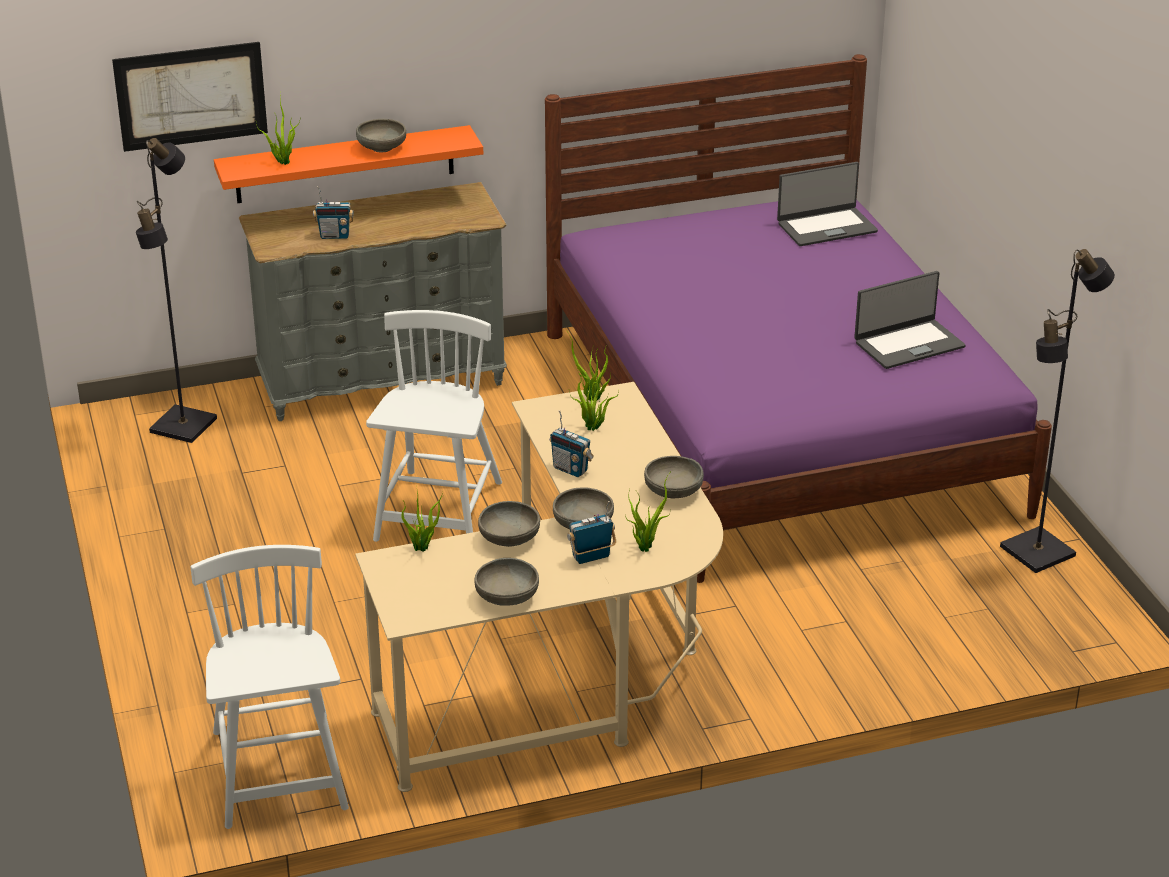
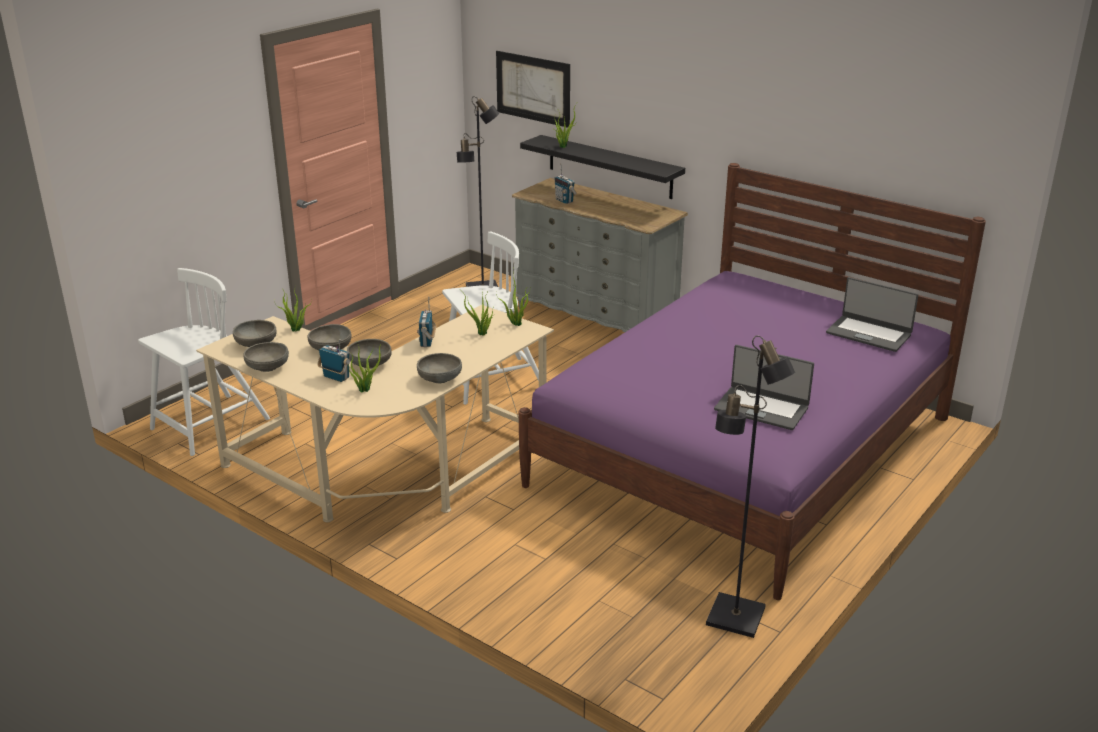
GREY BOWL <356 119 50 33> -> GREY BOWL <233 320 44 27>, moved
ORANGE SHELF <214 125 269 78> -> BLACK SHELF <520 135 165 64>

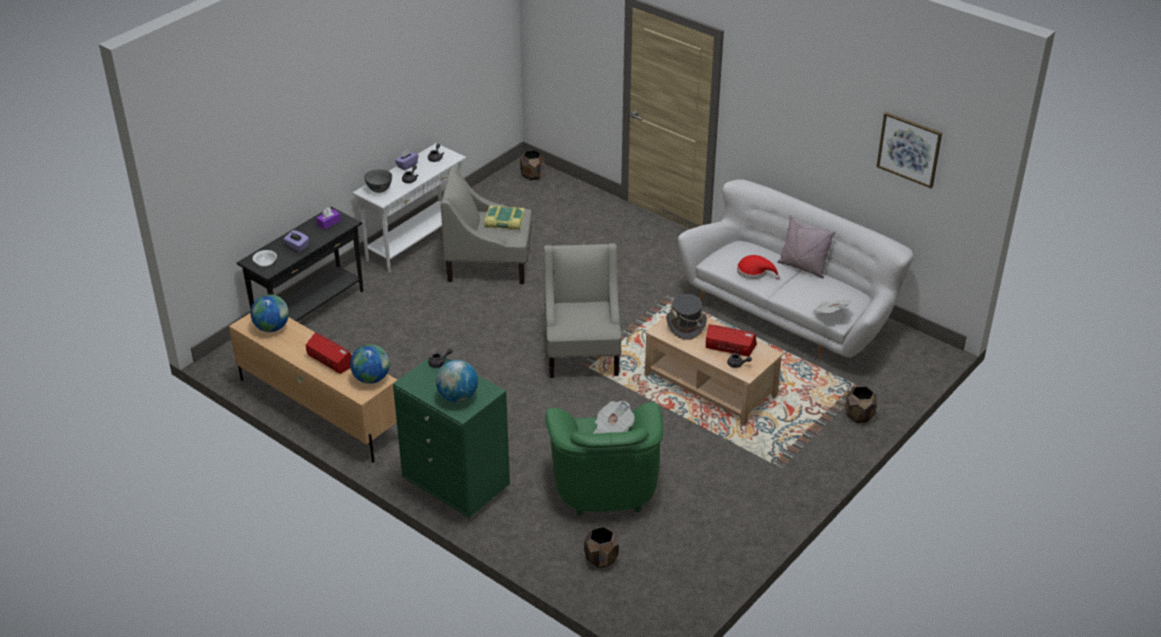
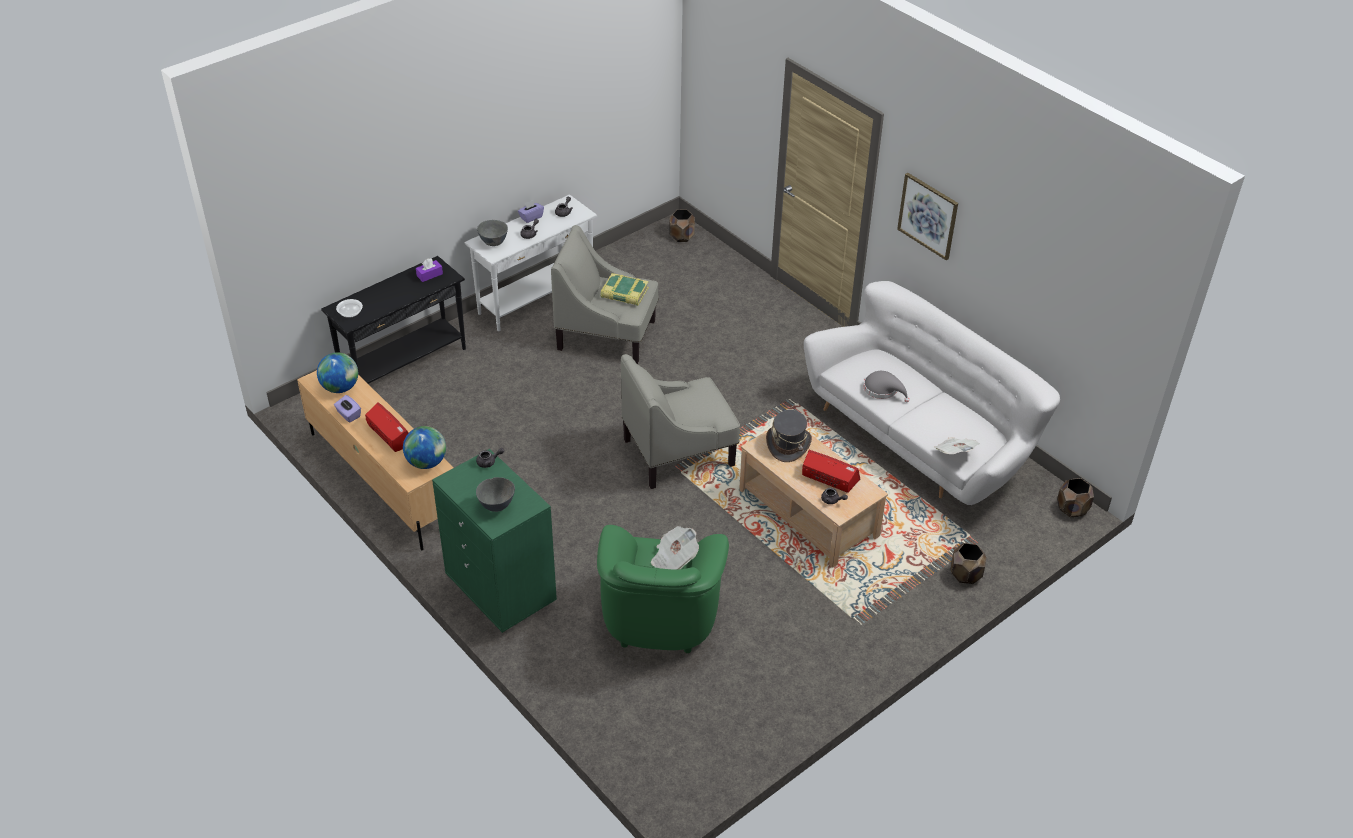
PURPLE PILLOW <777 215 58 64> -> none
PURPLE TISSUE BOX <284 230 25 22> -> PURPLE TISSUE BOX <334 395 27 27>, moved
BROWN PLANTER <584 527 35 41> -> BROWN PLANTER <1057 478 37 39>, moved
PICTURE <876 112 66 76> -> PICTURE <897 173 61 87>, moved
GLOBE <436 360 42 42> -> GREY BOWL <476 477 39 35>
RED HAT <737 255 43 24> -> GREY HAT <864 371 45 31>
GREY ARMCHAIR <544 243 77 135> -> GREY ARMCHAIR <621 354 119 135>, 120 degrees counterclockwise

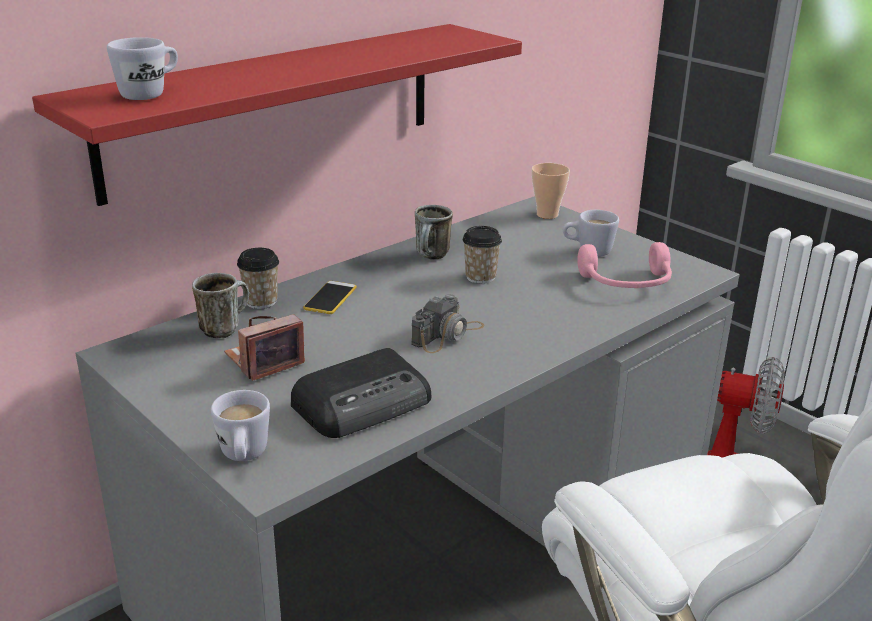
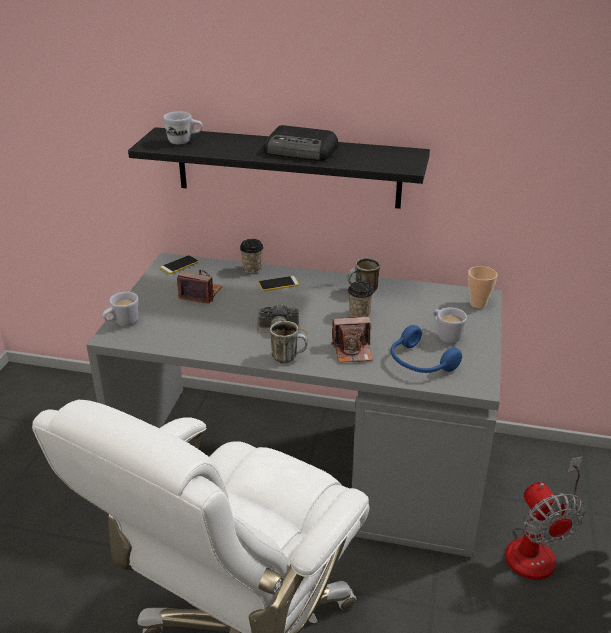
none -> PHONE <160 255 39 19>
none -> PHOTO CAMERA <331 315 42 48>
MUG <192 273 57 65> -> MUG <270 321 38 42>, moved
RADIO <291 348 140 90> -> RADIO <263 125 75 36>, moved
RED SHELF <32 24 490 182> -> BLACK SHELF <128 127 302 82>
PINK HEADPHONES <577 242 95 46> -> BLUE HEADPHONES <390 325 72 48>

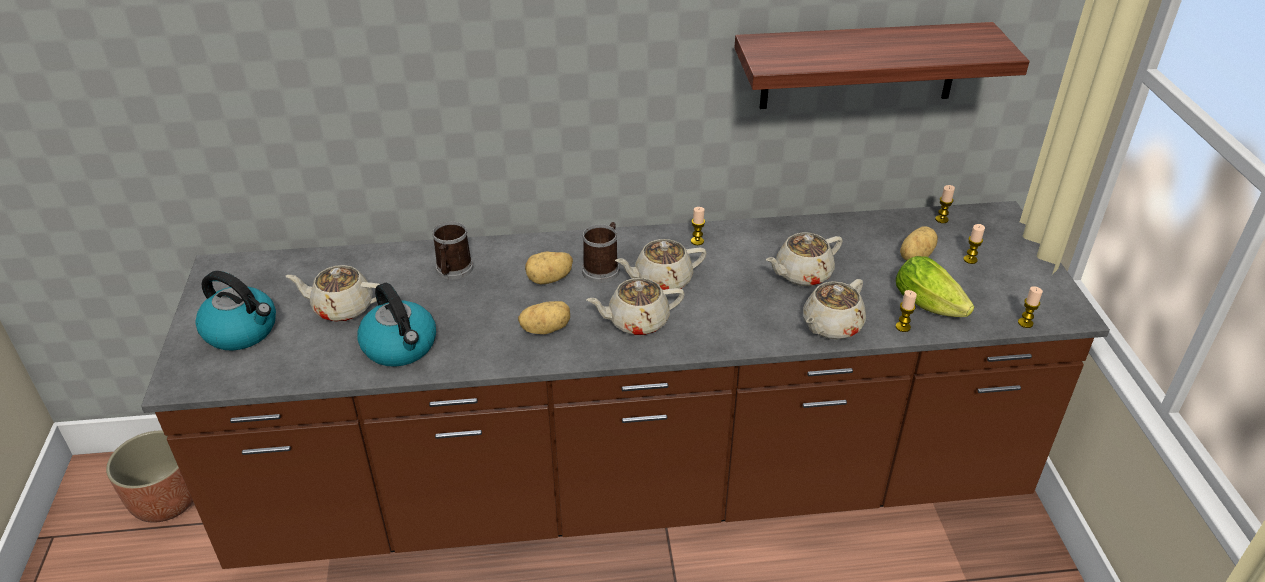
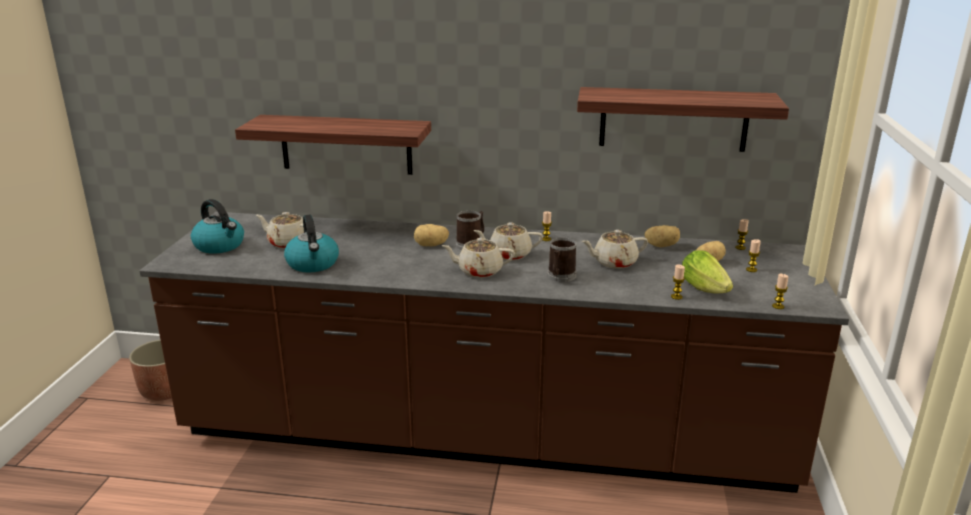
BEIGE TEAPOT <803 279 63 61> -> none
none -> SHELF <235 115 196 60>
MUG <432 221 41 59> -> MUG <547 238 30 44>, moved
POTATO <518 301 52 33> -> POTATO <645 225 35 22>, moved

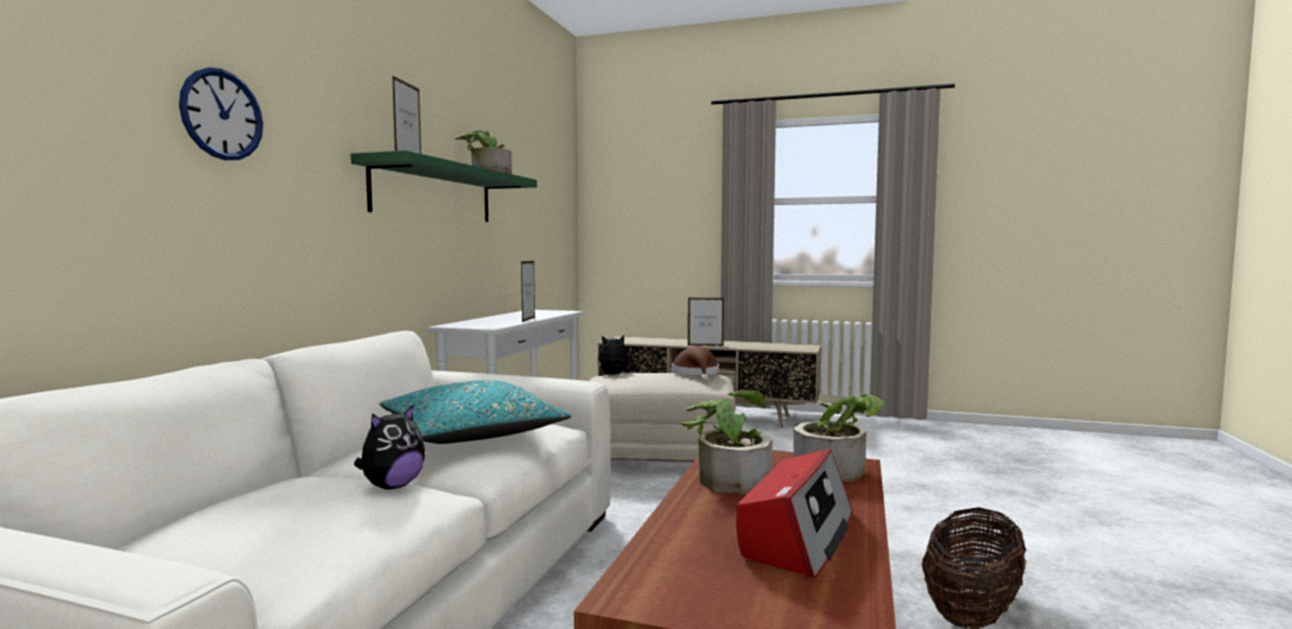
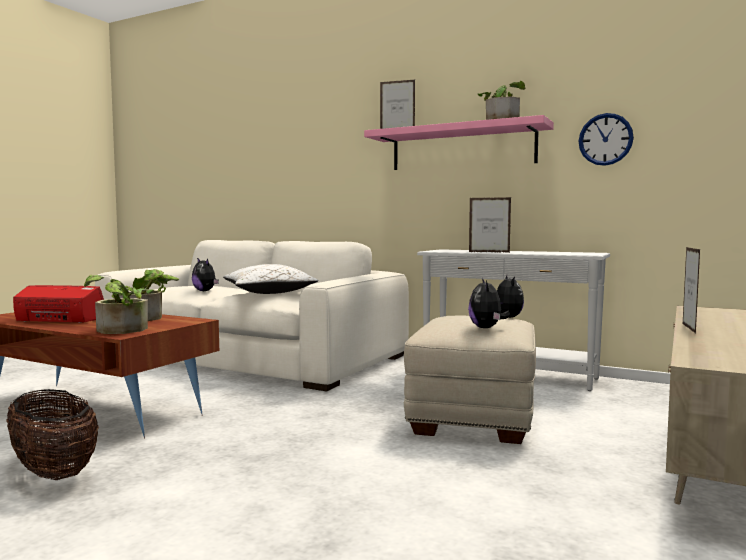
WALL CLOCK <179 67 84 93> -> WALL CLOCK <579 113 55 53>, moved
BROWN HAT <672 346 47 36> -> PLUSH TOY <468 278 42 50>
GREEN SHELF <351 150 186 72> -> PINK SHELF <364 115 190 55>
TURQUOISE PILLOW <379 380 192 64> -> WHITE PILLOW <223 264 95 30>
RADIO <736 449 117 130> -> RADIO <13 285 91 38>, 150 degrees clockwise

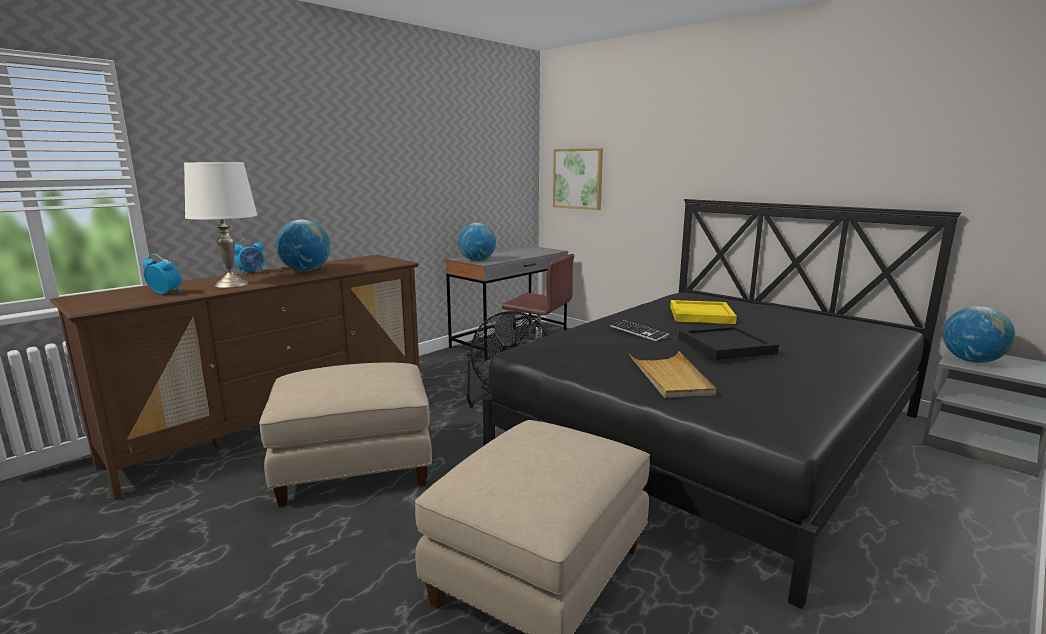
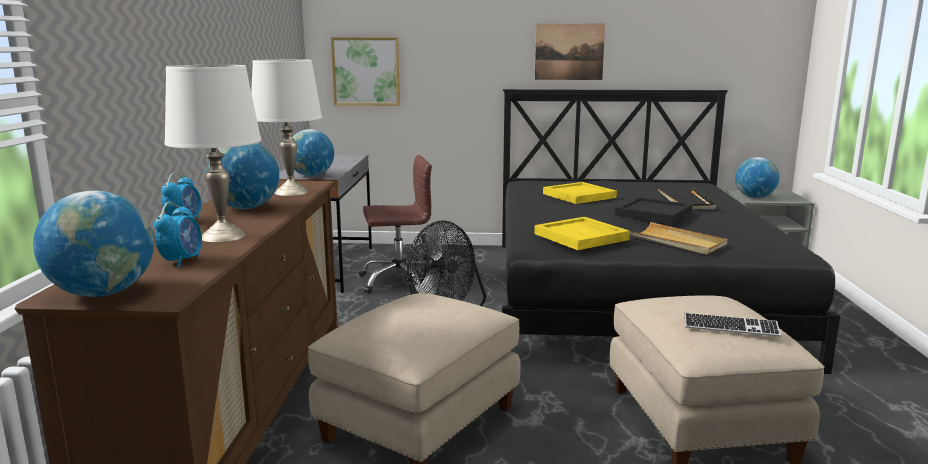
none -> GLOBE <33 191 121 106>
none -> WHITE TABLE LAMP <251 59 71 137>
none -> YELLOW TRAY <534 217 96 33>
none -> PICTURE <535 24 70 56>
none -> BLACK TRAY <658 188 58 22>
KEYBOARD <610 320 59 21> -> KEYBOARD <684 313 97 24>, moved
ALARM CLOCK <142 254 39 40> -> ALARM CLOCK <154 202 48 66>, 120 degrees clockwise

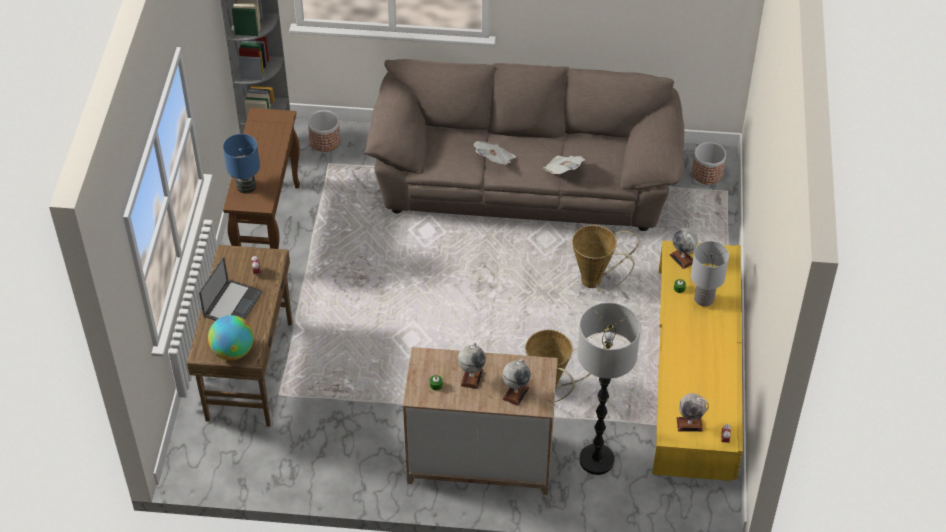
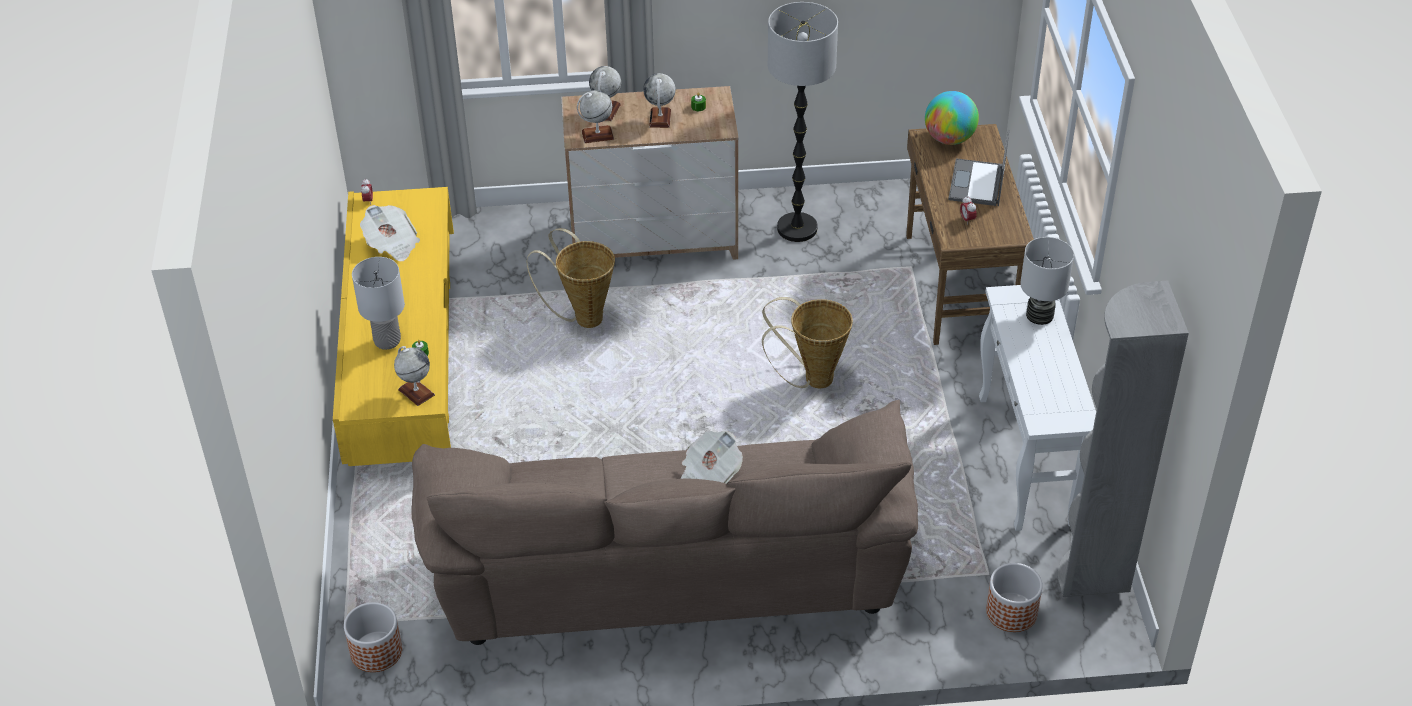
NEWSPAPER <543 156 42 18> -> NEWSPAPER <360 205 60 56>, moved
BASKET <572 225 67 67> -> BASKET <762 297 91 91>, moved
FLOOR LAMP <577 303 64 172> -> FLOOR LAMP <768 2 70 240>, moved
GLOBE <677 393 32 39> -> GLOBE <577 90 37 53>, moved
BROWN CONSOLE TABLE <223 108 77 141> -> WHITE CONSOLE TABLE <979 285 117 246>
BLUE TABLE LAMP <223 134 37 59> -> GREY TABLE LAMP <1020 237 54 88>

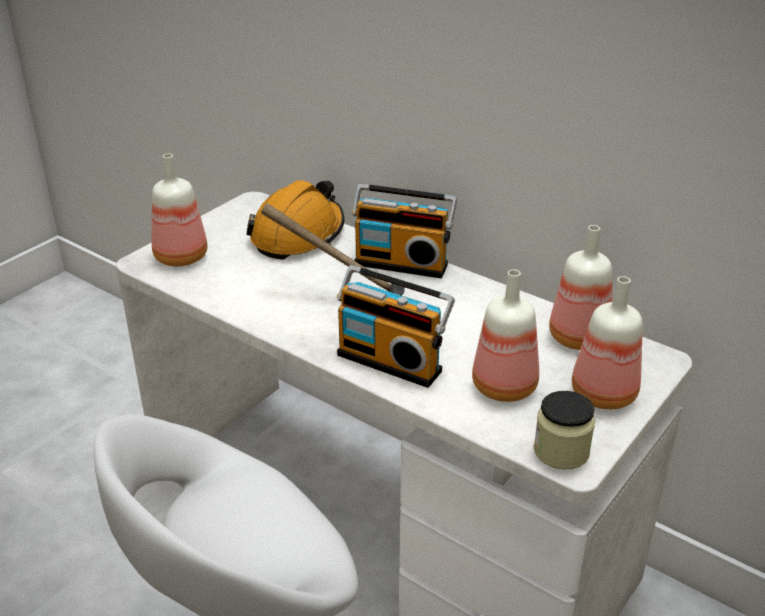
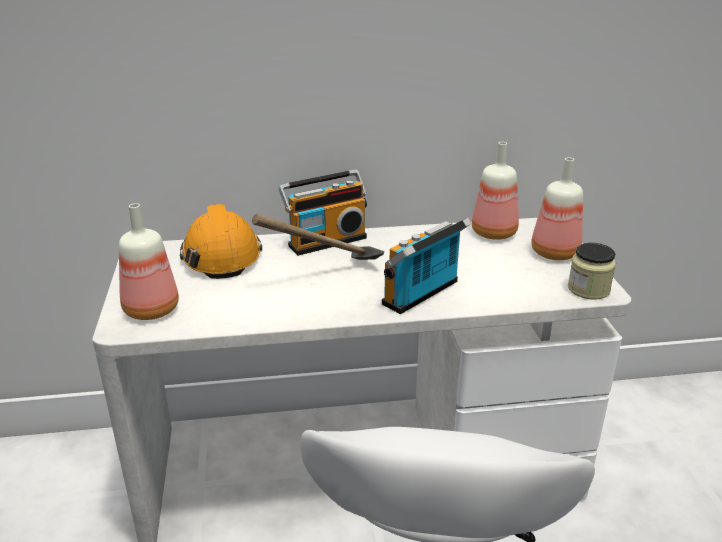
BOTTLE <472 269 67 133> -> none
RADIO <337 265 118 123> -> RADIO <382 218 90 96>, 150 degrees clockwise

